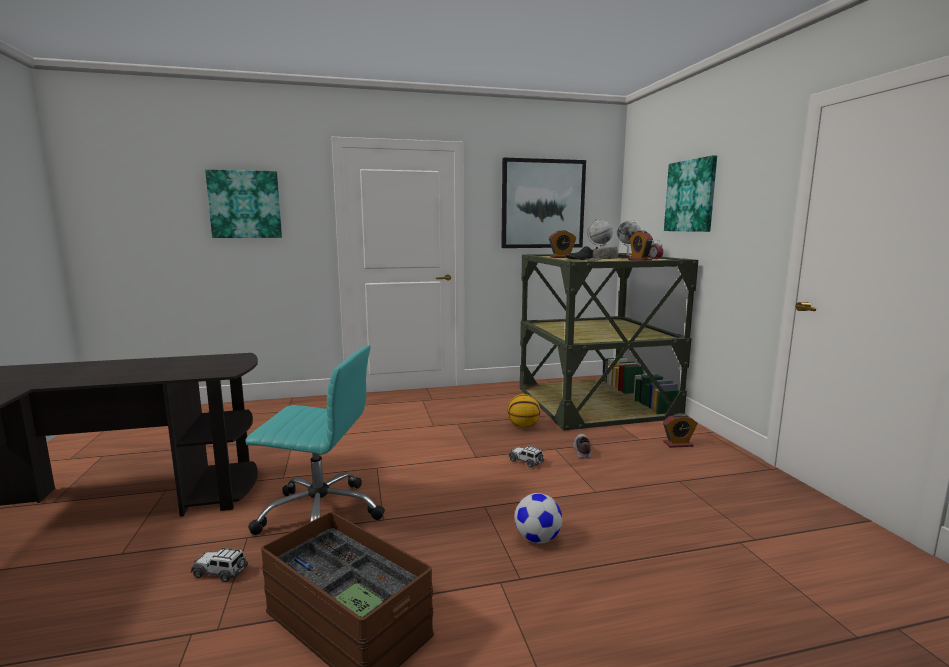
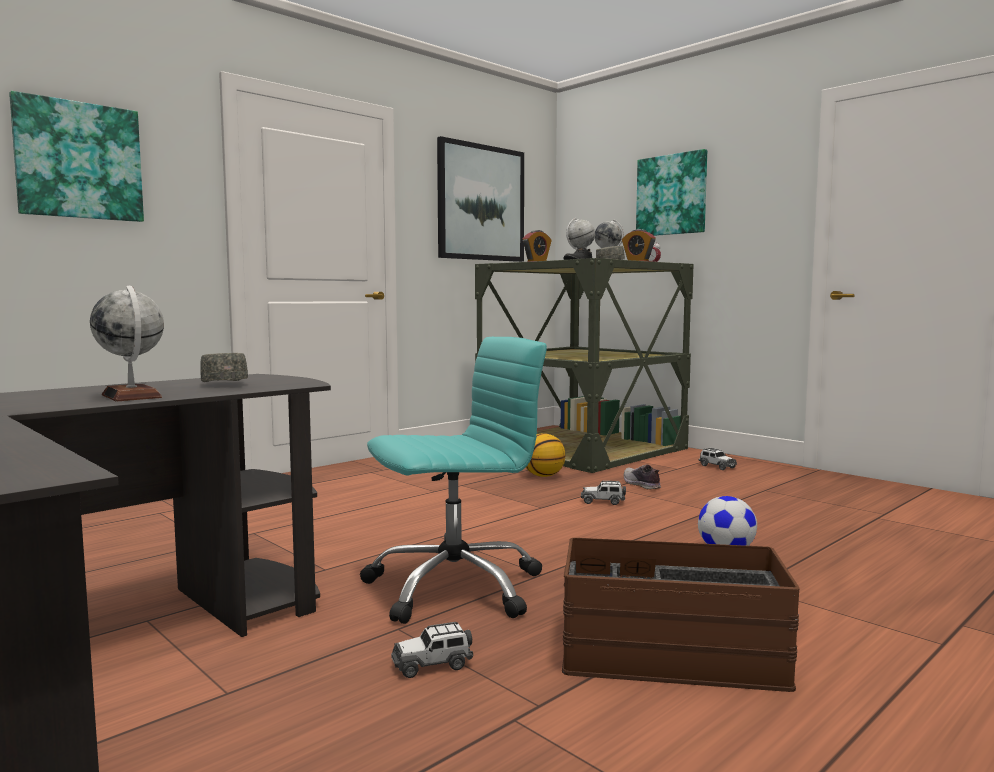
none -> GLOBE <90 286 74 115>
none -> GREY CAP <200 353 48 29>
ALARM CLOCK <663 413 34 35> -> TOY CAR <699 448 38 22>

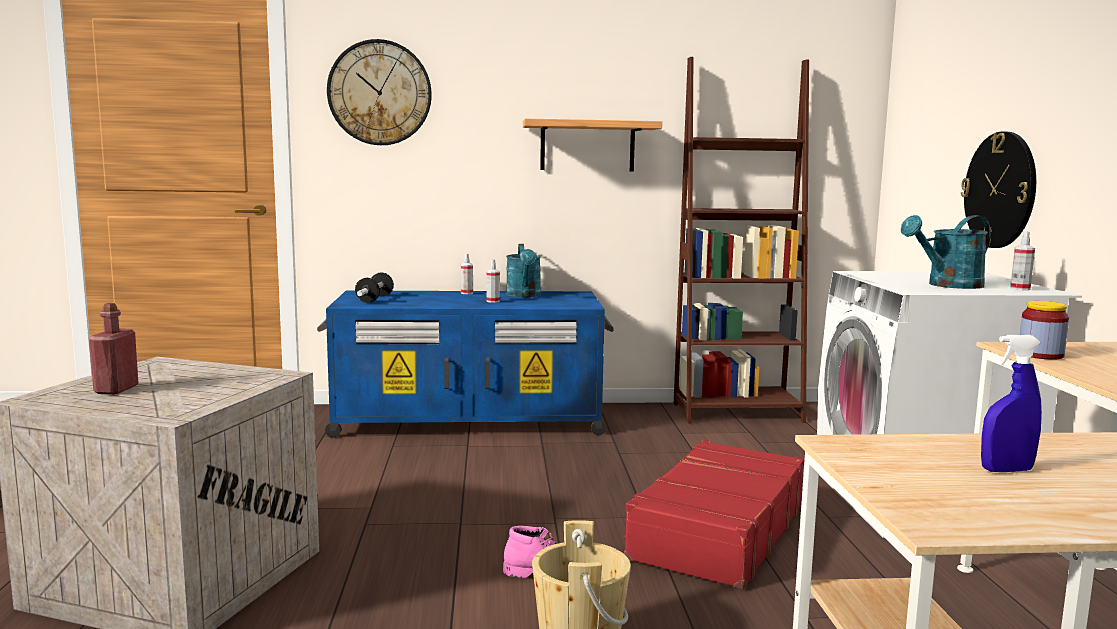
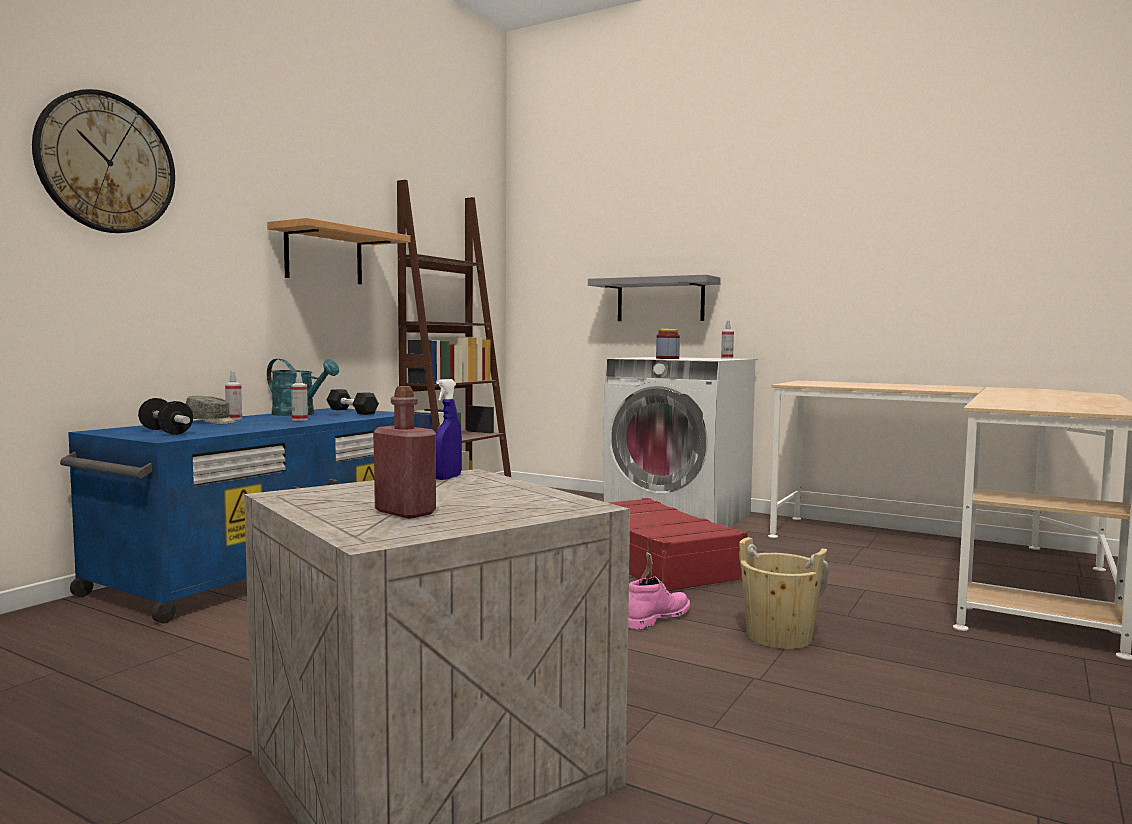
TURQUOISE WATERING CAN <901 215 90 74> -> none
none -> GREY CAP <186 396 51 28>
none -> BLACK DUMBBELL <327 389 52 26>
BLUE SPRAY BOTTLE <981 335 61 137> -> BLUE SPRAY BOTTLE <435 379 27 101>, moved
JAR <1020 301 49 59> -> JAR <656 329 24 30>, moved
WALL CLOCK <961 132 75 116> -> GREY SHELF <588 274 133 47>

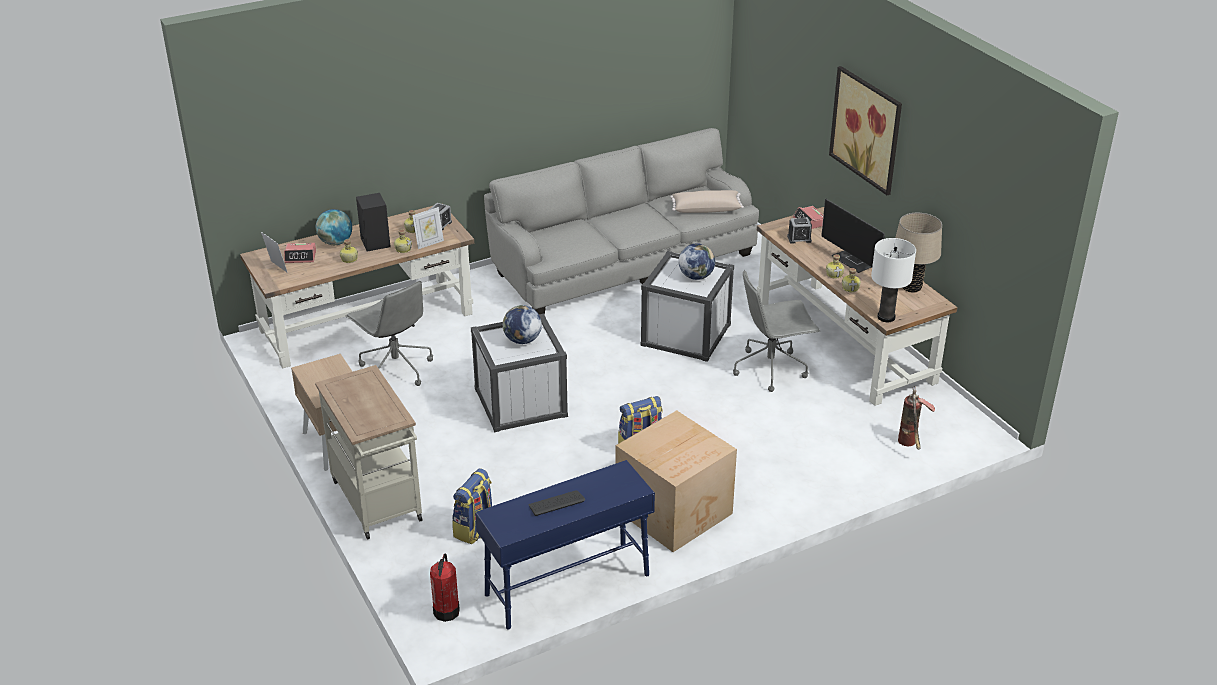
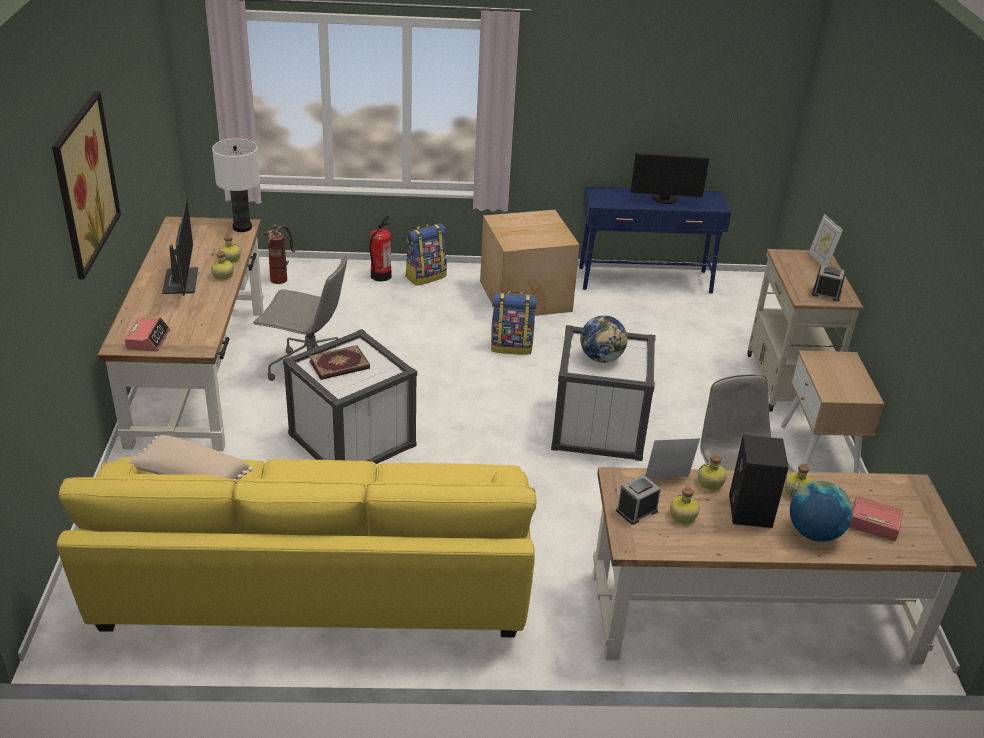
BEIGE TABLE LAMP <895 213 47 79> -> none
PICTURE FRAME <261 232 27 41> -> PICTURE FRAME <809 214 34 53>, moved
FIRE EXTINGUISHER <430 554 30 68> -> FIRE EXTINGUISHER <370 216 21 66>, moved
BACKPACK <452 468 40 76> -> BACKPACK <405 223 42 63>, moved
ALARM CLOCK <787 218 25 26> -> ALARM CLOCK <811 265 35 36>, moved
KEYBOARD <528 490 57 26> -> MONITOR <630 153 80 51>
GLOBE <679 243 36 37> -> BOOK <309 345 61 35>
GREY SOFA <484 128 275 187> -> YELLOW SOFA <57 457 479 180>

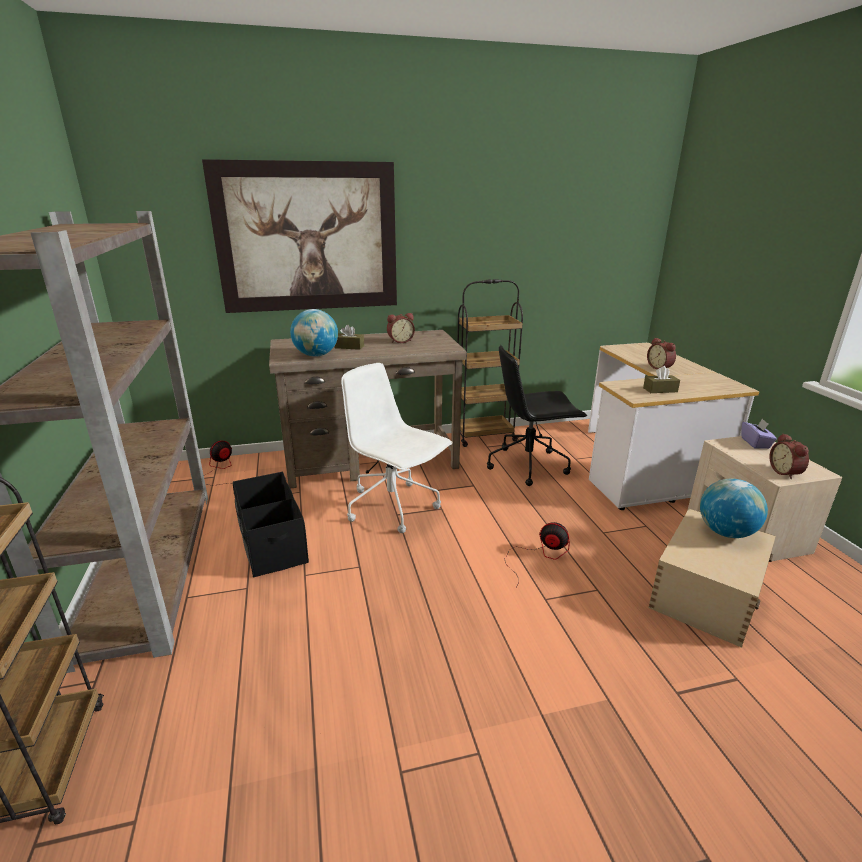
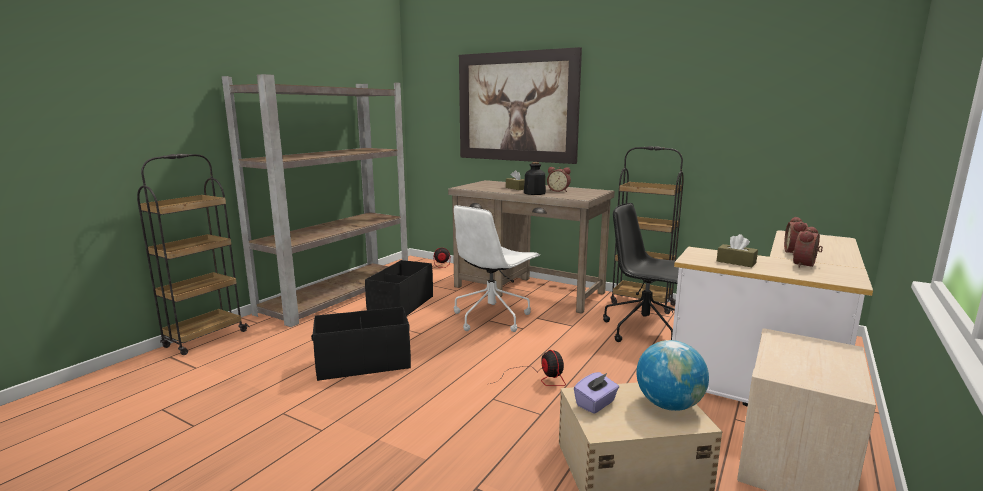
GLOBE <290 309 48 48> -> none
none -> BLACK STORAGE BOX <311 307 100 74>
none -> BOTTLE <524 162 22 33>
PURPLE TISSUE BOX <741 419 36 30> -> PURPLE TISSUE BOX <574 372 45 42>, moved
ALARM CLOCK <770 433 39 46> -> ALARM CLOCK <793 226 30 42>, moved
WHITE OFFICE CHAIR <341 363 112 170> -> WHITE OFFICE CHAIR <454 205 86 127>, 135 degrees counterclockwise

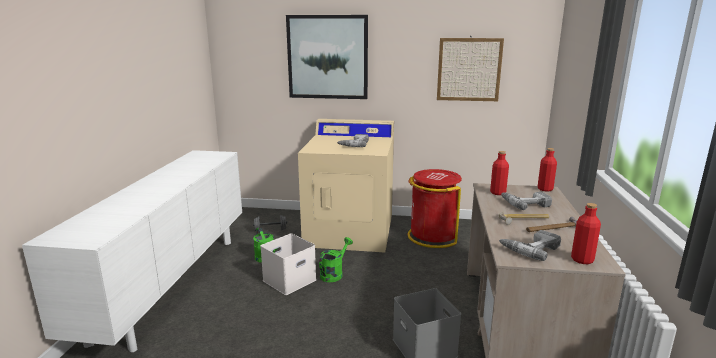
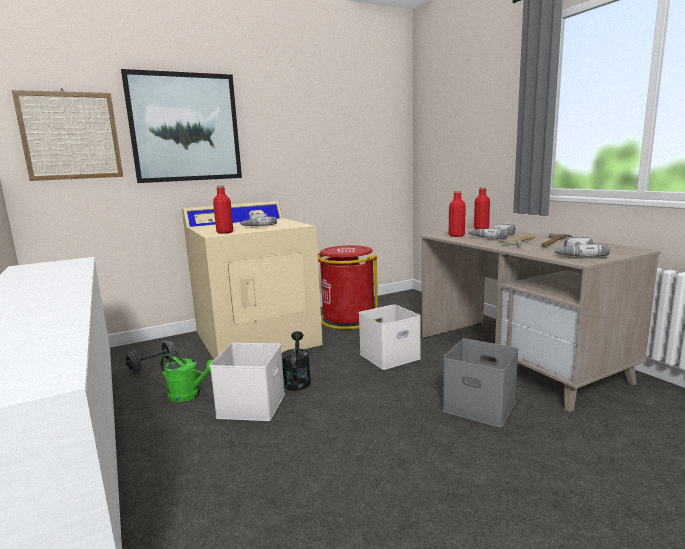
none -> WHITE STORAGE BOX <359 304 62 66>
PICTURE <437 36 67 65> -> PICTURE <12 88 111 93>, moved
RED BOTTLE <571 203 30 61> -> RED BOTTLE <213 186 20 48>, moved
GREEN WATERING CAN <319 237 34 45> -> BLACK WATERING CAN <282 331 29 60>

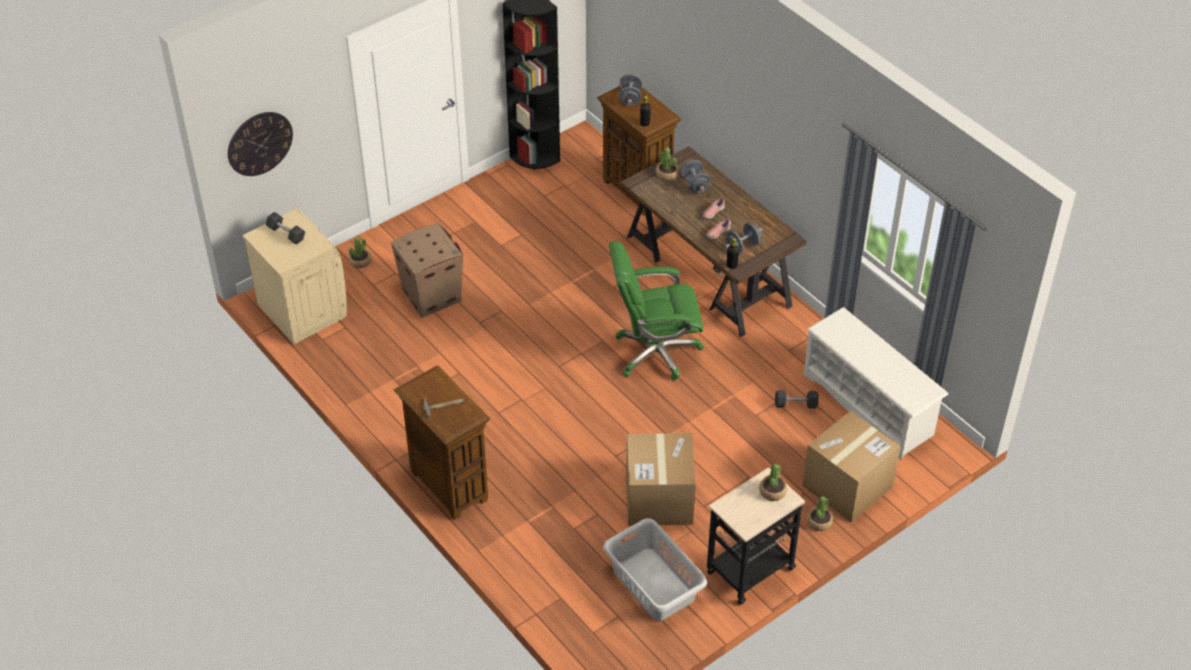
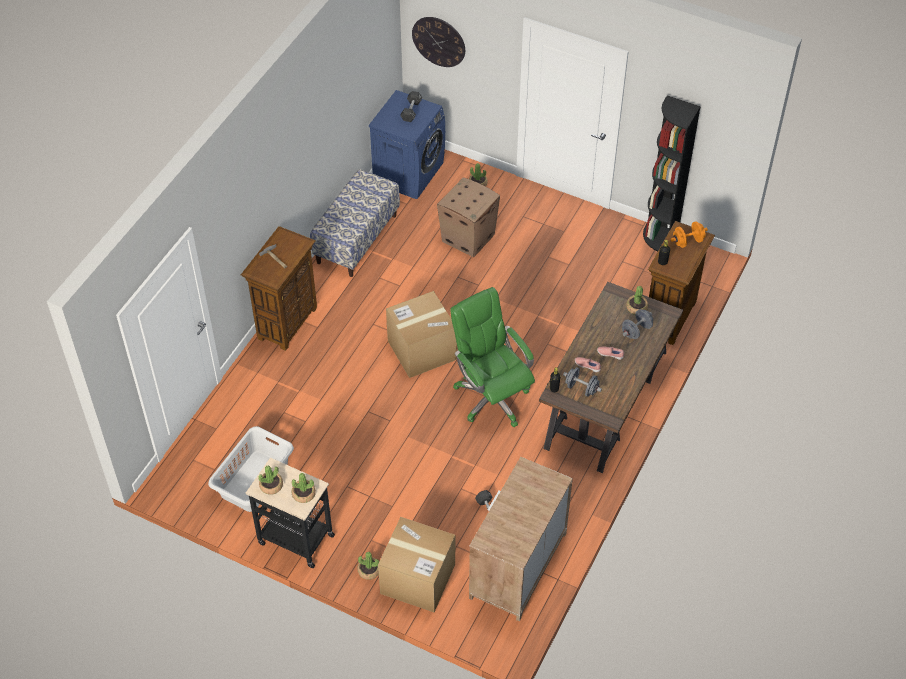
none -> POTTED PLANT <258 465 25 30>
none -> BENCH <310 169 90 108>
CARDBOARD BOX <626 433 70 93> -> CARDBOARD BOX <386 291 71 87>, moved
WHITE SHOE RACK <804 307 145 152> -> DRESSER <469 457 104 165>
BEIGE WASHING MACHINE <242 208 105 136> -> BLUE WASHING MACHINE <369 90 76 109>
GREY DUMBBELL <619 74 23 32> -> ORANGE DUMBBELL <671 221 37 27>

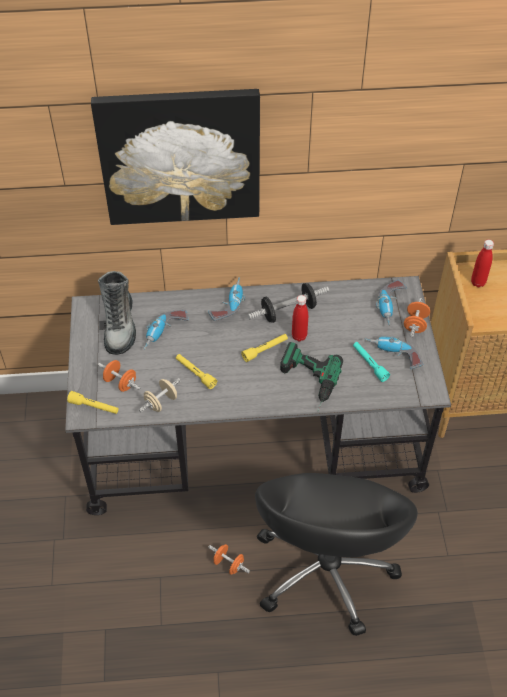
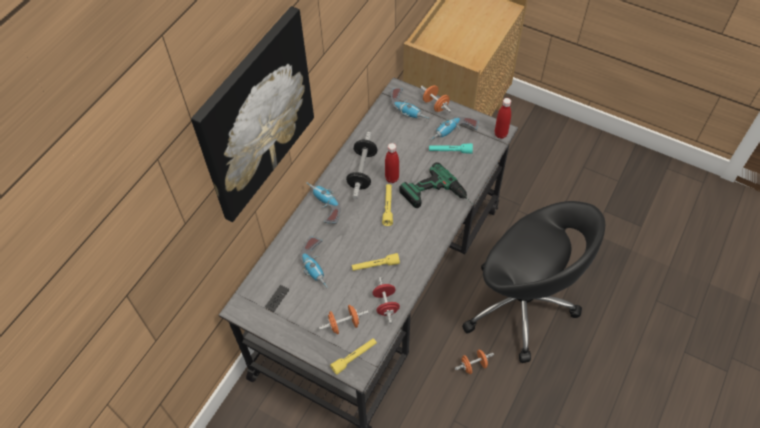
BOOT <98 271 38 84> -> none
RED BOTTLE <471 240 23 47> -> RED BOTTLE <495 98 16 41>, moved
BEIGE DUMBBELL <139 378 42 34> -> RED DUMBBELL <373 277 27 46>

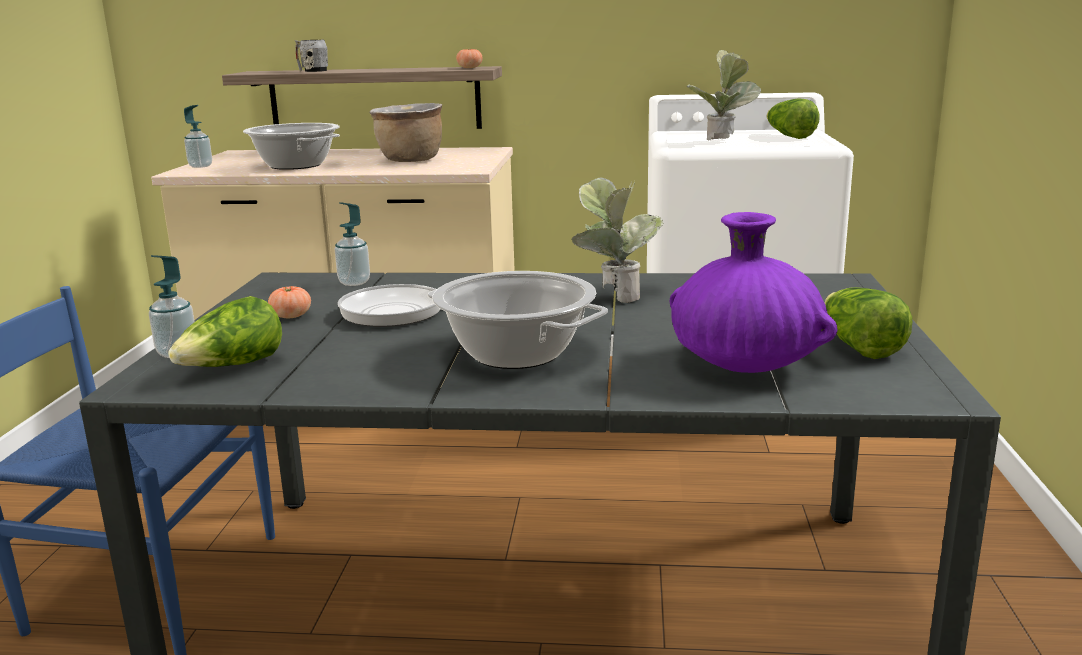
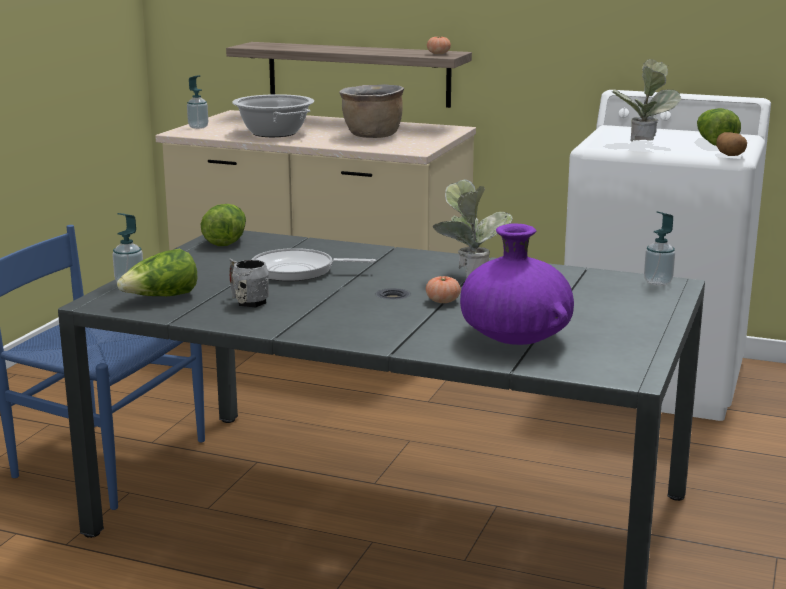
COOKING POT <427 271 181 98> -> none
none -> POTATO <716 132 31 24>
TOMATO <268 286 43 32> -> TOMATO <426 276 35 27>, moved
GREY MUG <295 40 33 32> -> GREY MUG <229 258 40 49>, moved
SOAP DISPENSER <335 202 35 84> -> SOAP DISPENSER <644 212 31 74>, moved
LETTUCE <825 287 87 72> -> LETTUCE <201 204 45 42>, moved

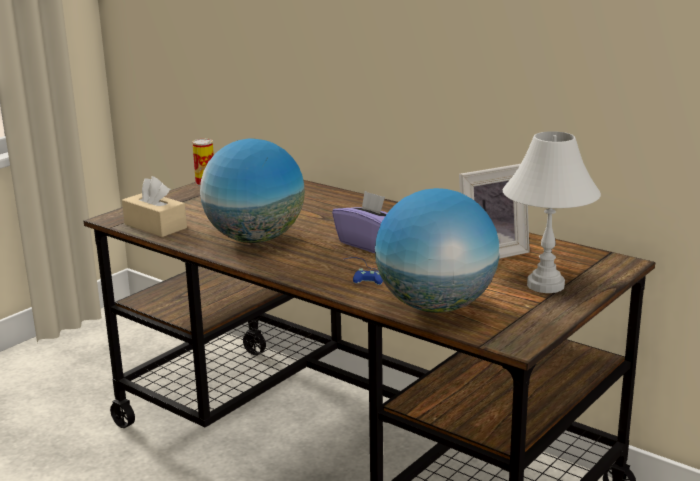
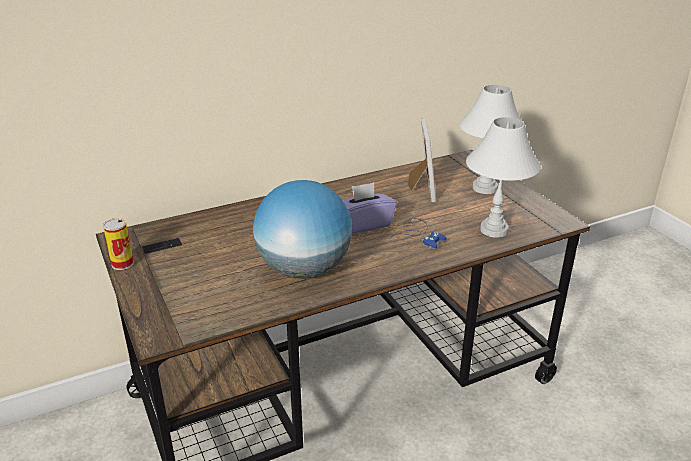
BEIGE TISSUE BOX <122 176 65 61> -> none
GLOBE <375 188 124 125> -> WHITE TABLE LAMP <466 117 75 121>

